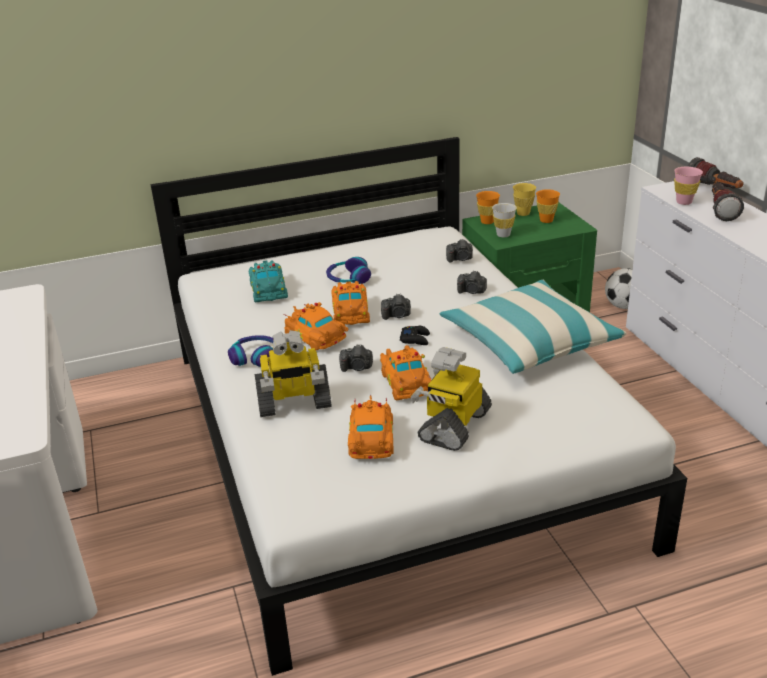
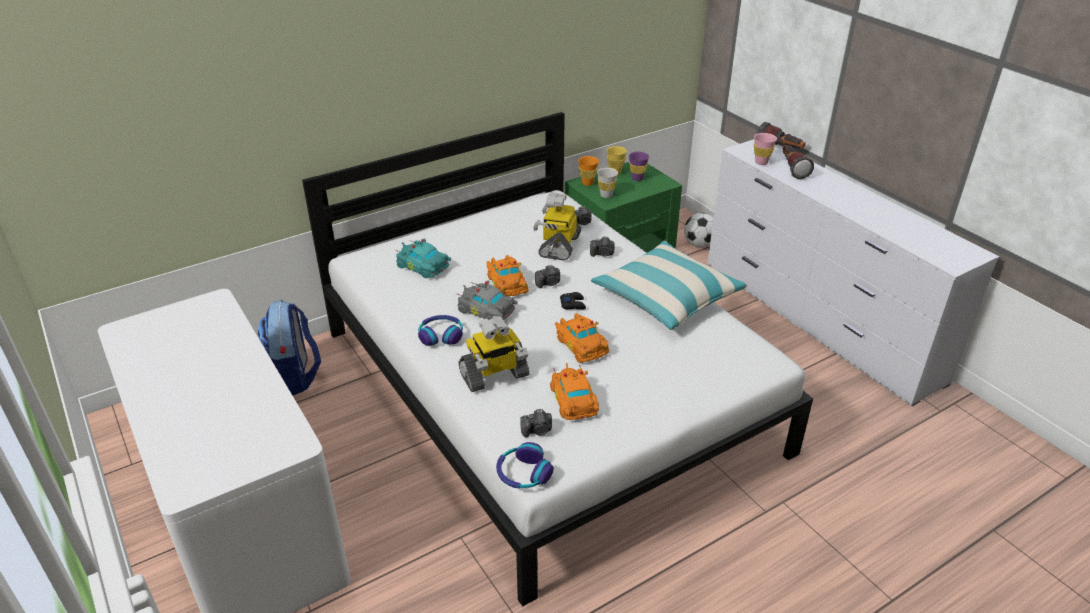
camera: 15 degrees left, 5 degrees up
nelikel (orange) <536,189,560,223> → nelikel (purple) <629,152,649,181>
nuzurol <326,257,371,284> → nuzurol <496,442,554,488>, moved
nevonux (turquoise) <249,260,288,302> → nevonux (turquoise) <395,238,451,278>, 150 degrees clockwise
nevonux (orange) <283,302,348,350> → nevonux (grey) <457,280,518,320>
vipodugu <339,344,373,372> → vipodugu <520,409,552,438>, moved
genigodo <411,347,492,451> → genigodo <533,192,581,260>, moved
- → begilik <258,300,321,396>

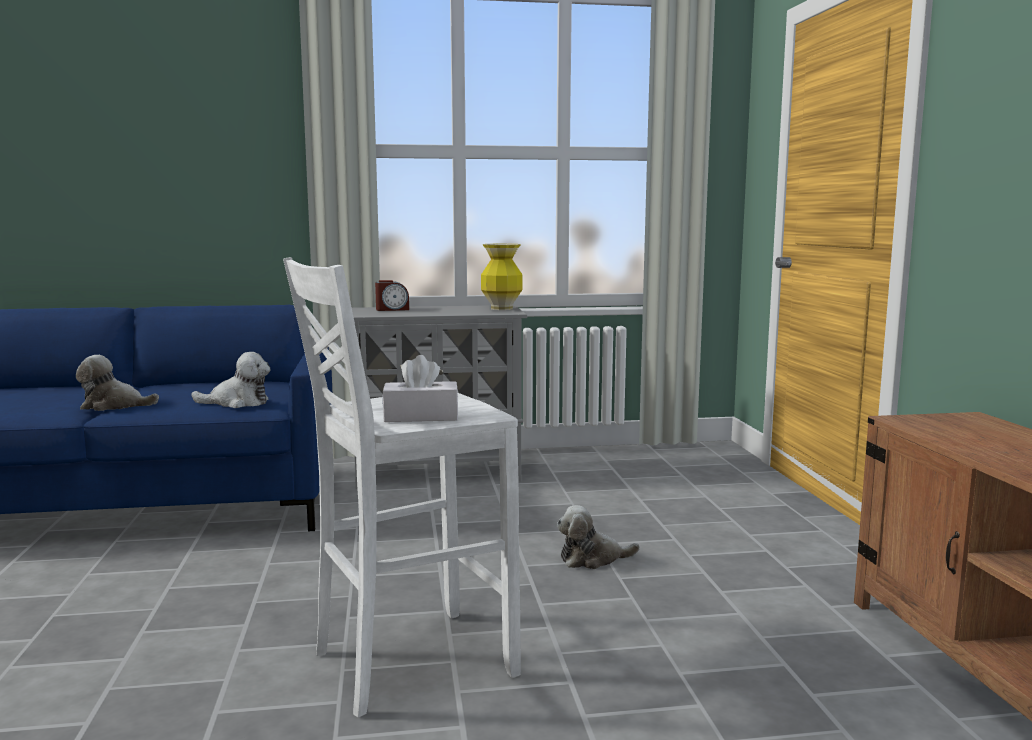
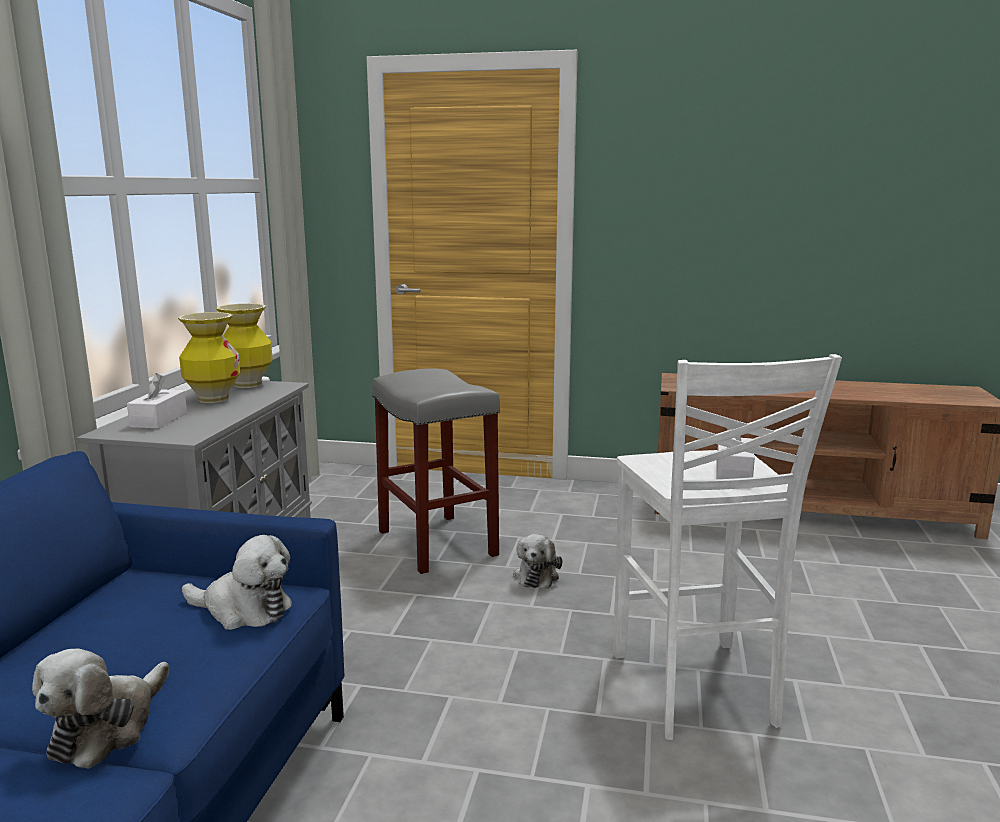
camera: 70 degrees left, 5 degrees up
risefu <375,280,409,311> → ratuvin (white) <127,373,187,429>
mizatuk <191,352,270,408> → mizatuk <182,535,292,630>, 90 degrees clockwise
- → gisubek <177,312,240,403>
- → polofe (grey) <372,368,500,574>

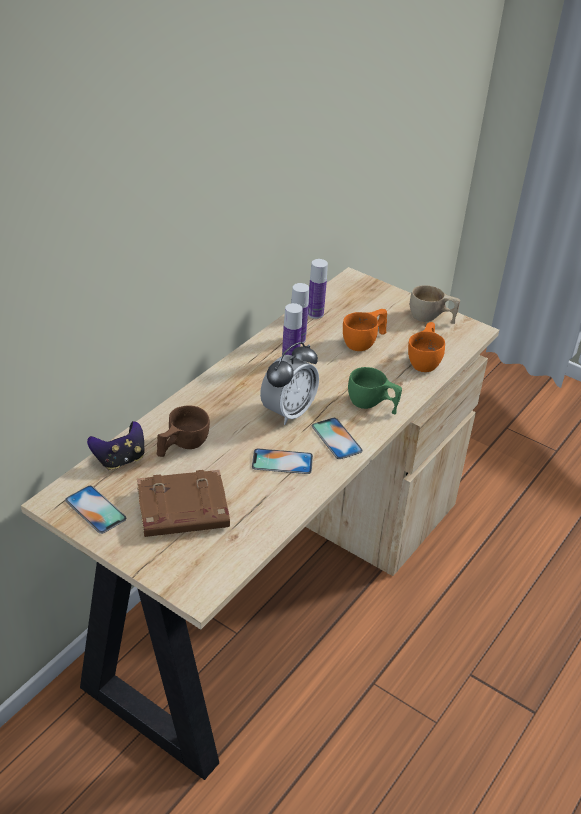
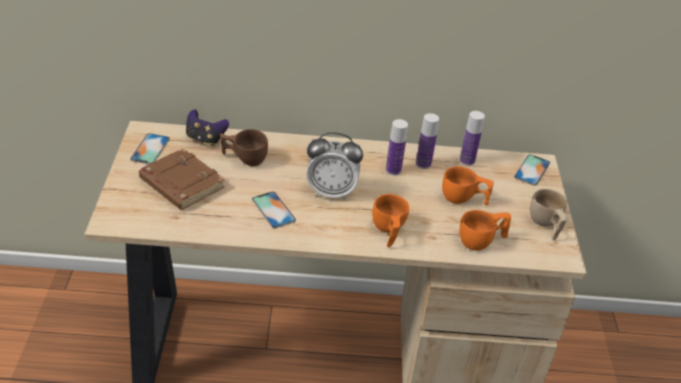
camera: 55 degrees right, 0 degrees up
nelikel (green) <348,367,402,414> → nelikel (orange) <372,194,410,247>
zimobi <312,418,363,459> → zimobi <514,154,550,186>, moved

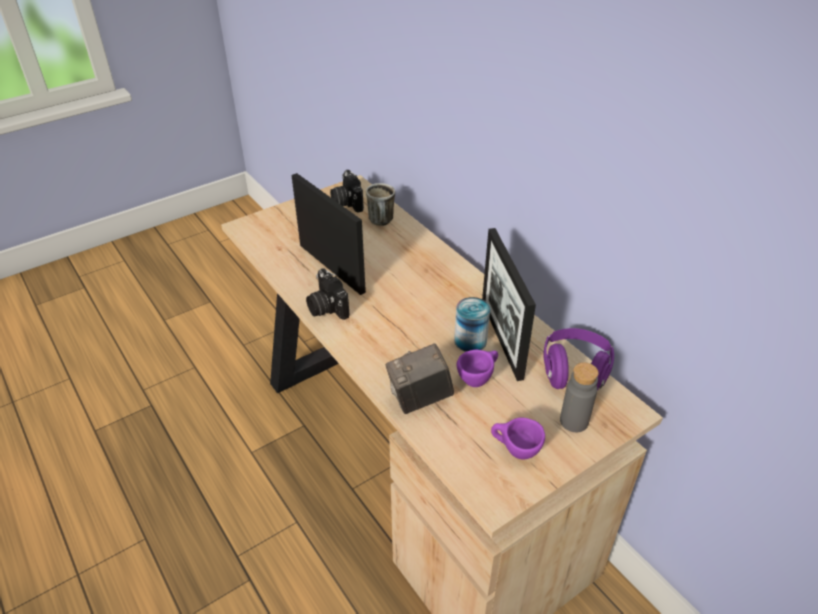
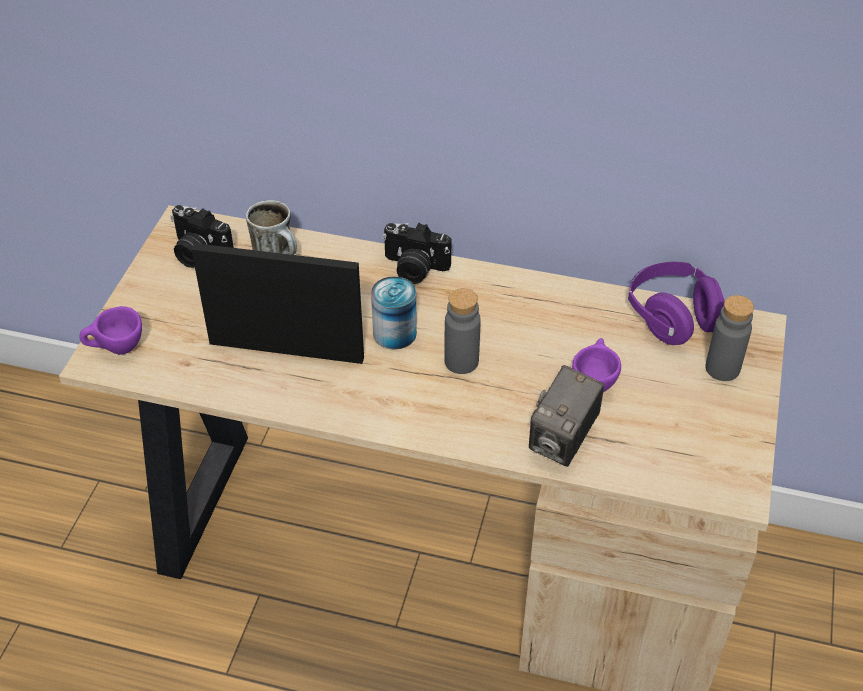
camera: 40 degrees left, 5 degrees up
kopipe <482,228,536,381> → -
vipodugu <306,268,349,320> → vipodugu <382,223,452,284>, moved
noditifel <454,297,490,352> → noditifel <371,276,417,350>, moved
nelikel (purple) <491,418,545,459> → nelikel (purple) <79,306,142,355>, moved
- → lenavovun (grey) <444,288,481,374>

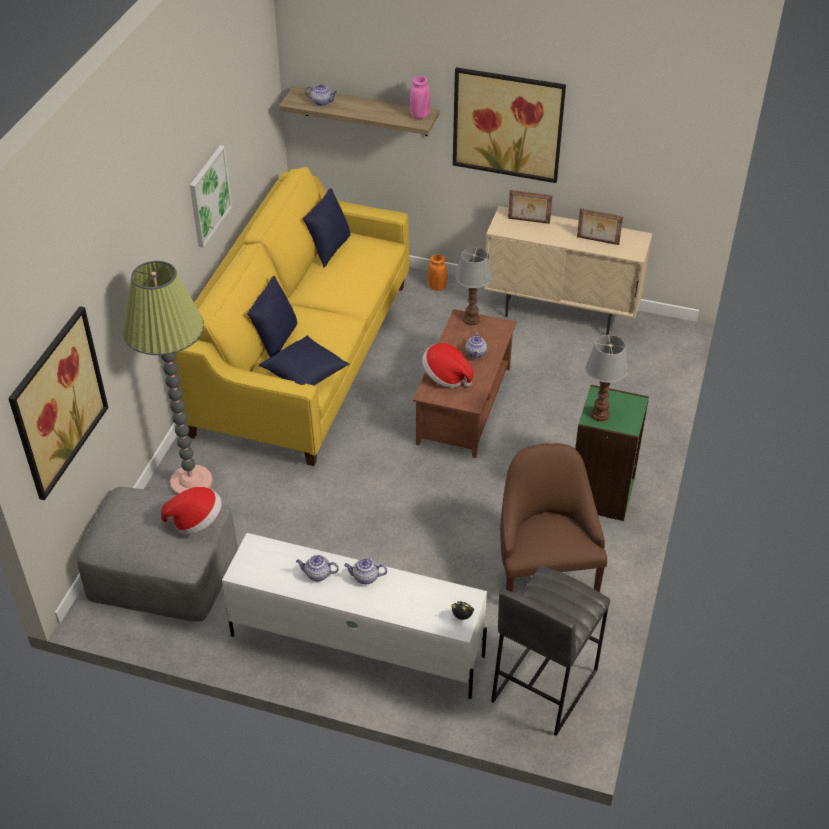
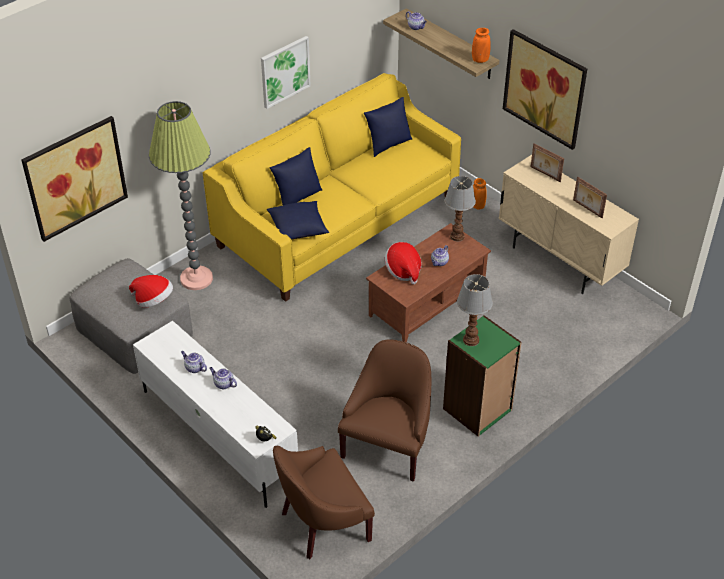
camera: 30 degrees right, 0 degrees up
gisubek (pink) <410,76,431,119> → gisubek (orange) <472,28,490,63>
polofe (grey) <491,565,610,736> → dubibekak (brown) <273,446,375,559>

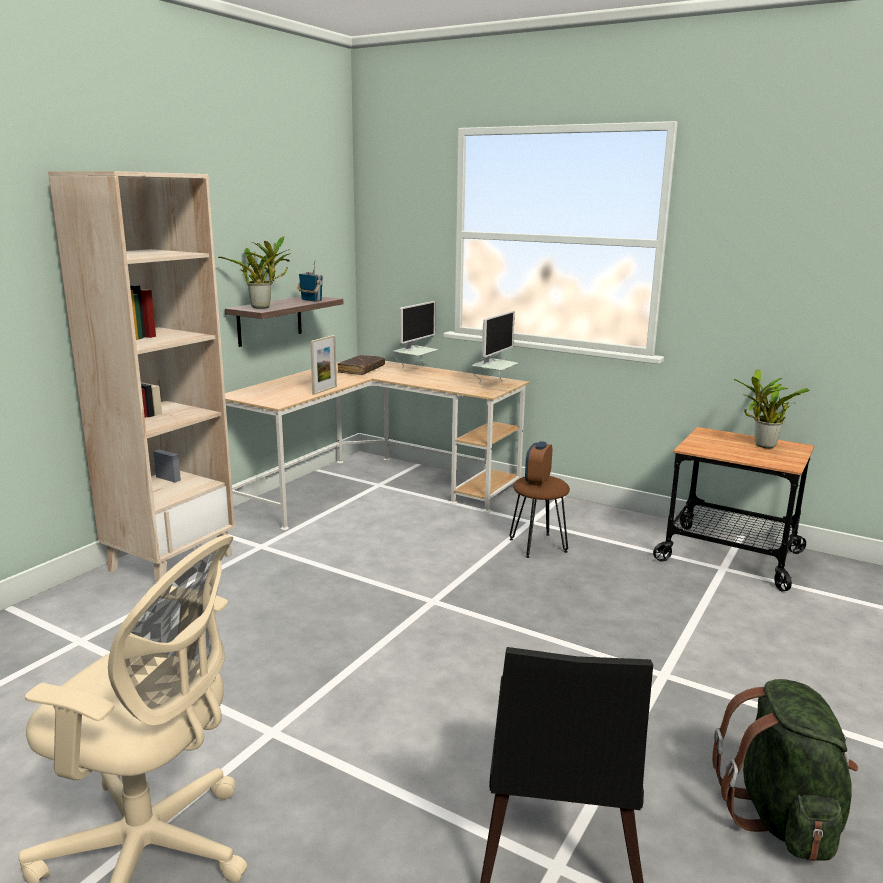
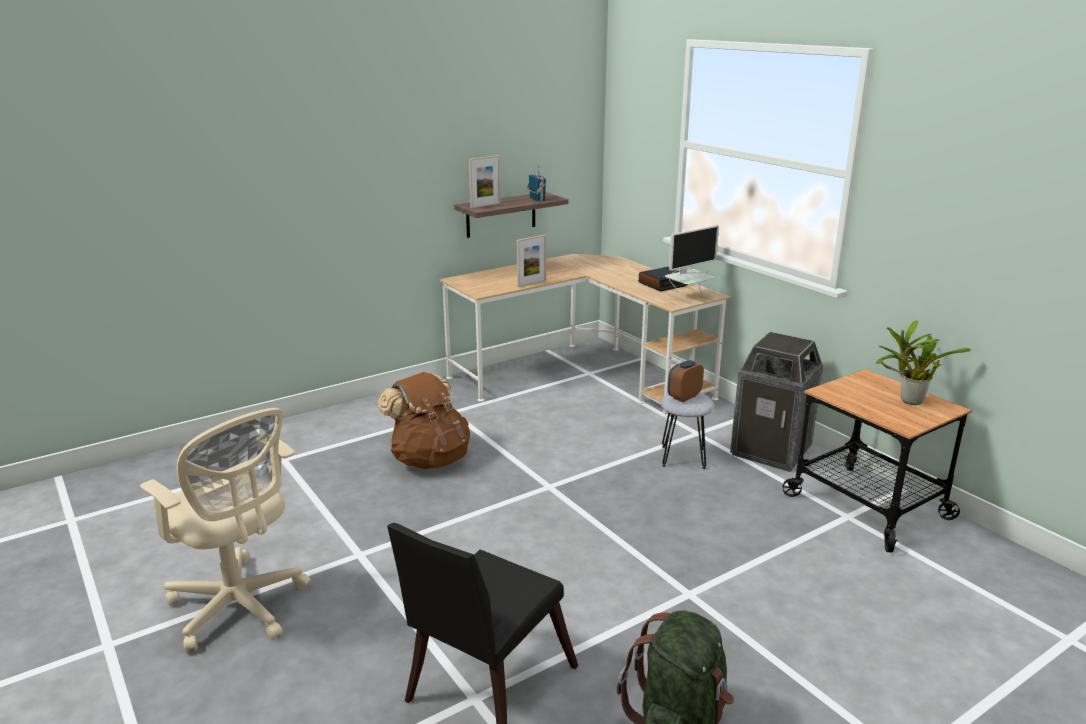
camera: 25 degrees right, 5 degrees up
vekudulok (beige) <48,171,235,583> → -
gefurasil <218,236,291,309> → kopipe <469,155,501,208>
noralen <393,301,438,368> → -
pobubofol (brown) <337,355,385,375> → -
polofe (brown) <509,476,570,558> → polofe (grey) <660,393,714,469>
- → risefu <639,267,687,292>
- → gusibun <730,332,823,472>
- → begilik (brown) <378,372,470,469>

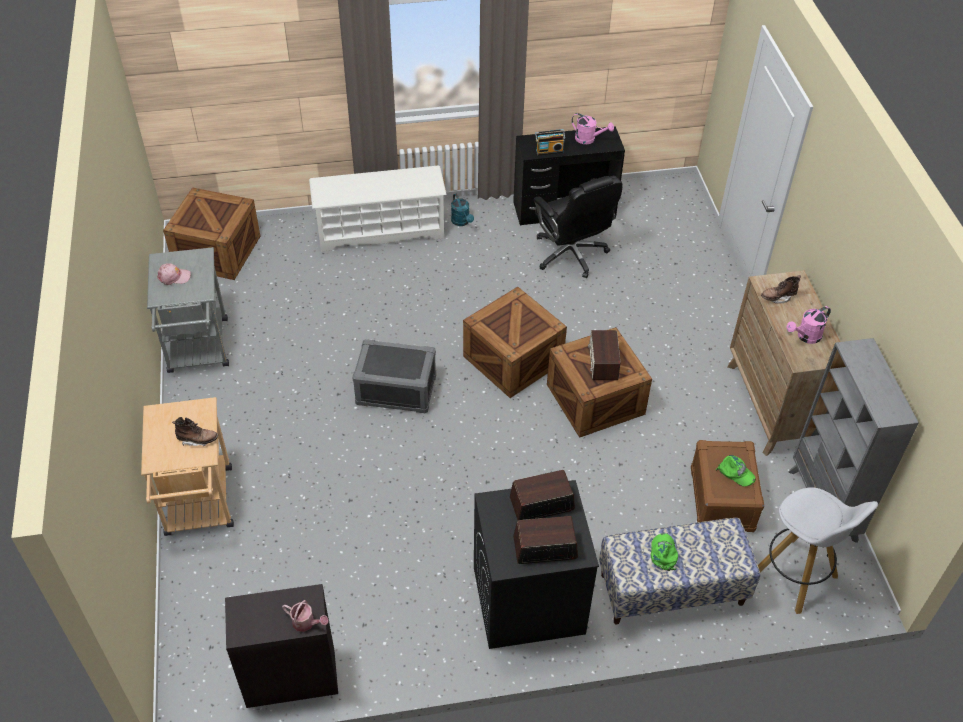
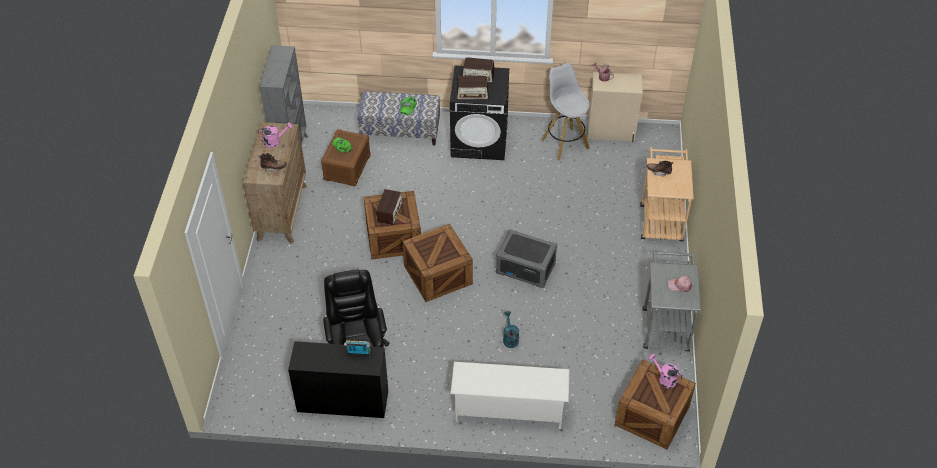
camera: 165 degrees left, 0 degrees up
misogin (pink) <572,113,614,144> → misogin (pink) <649,354,682,388>, moved
misogin (turquoise) <451,194,474,226> → misogin (turquoise) <503,311,519,348>, moved
polofe (white) <758,487,878,614> → polofe (white) <541,63,590,160>, moved
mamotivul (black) <225,584,338,708> → mamotivul (beige) <588,72,643,142>

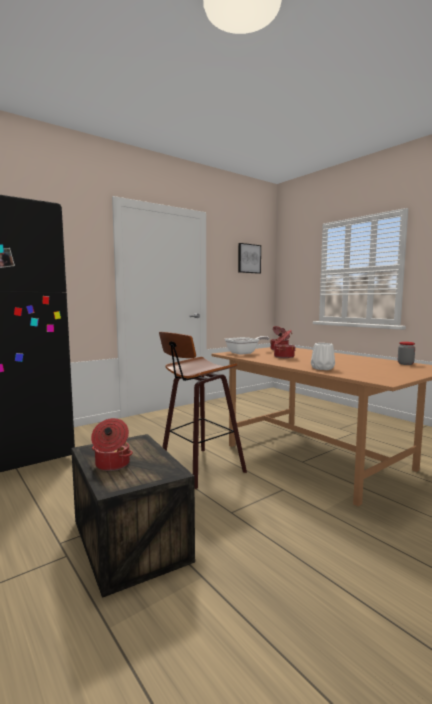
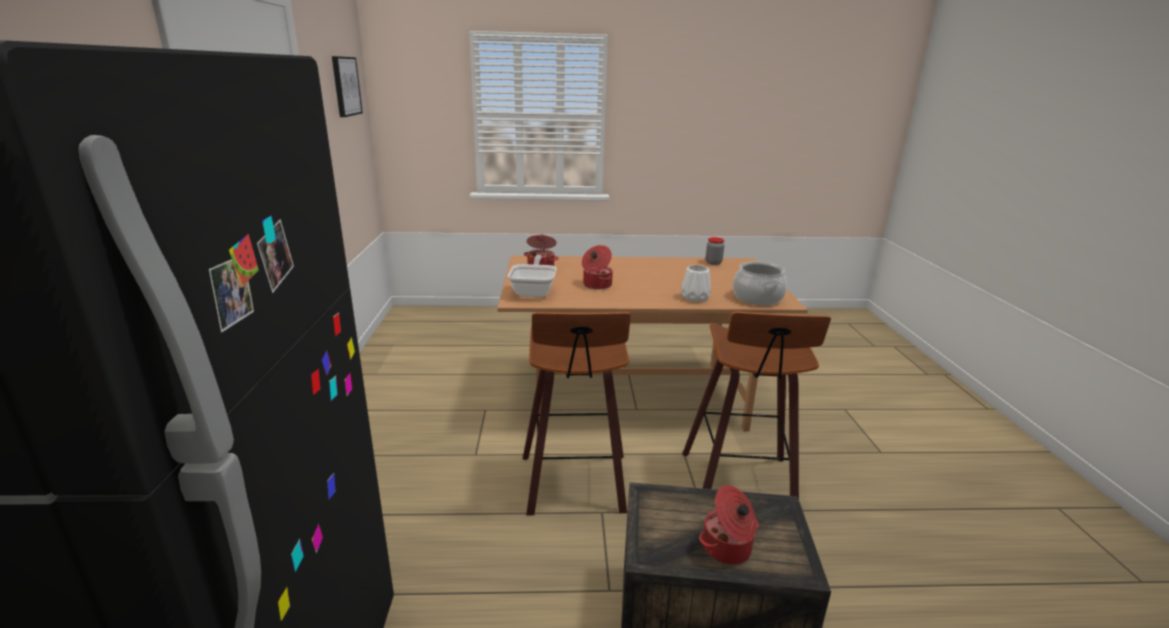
camera: 55 degrees left, 15 degrees up
- → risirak <733,262,787,306>
- → polofe <682,312,831,499>

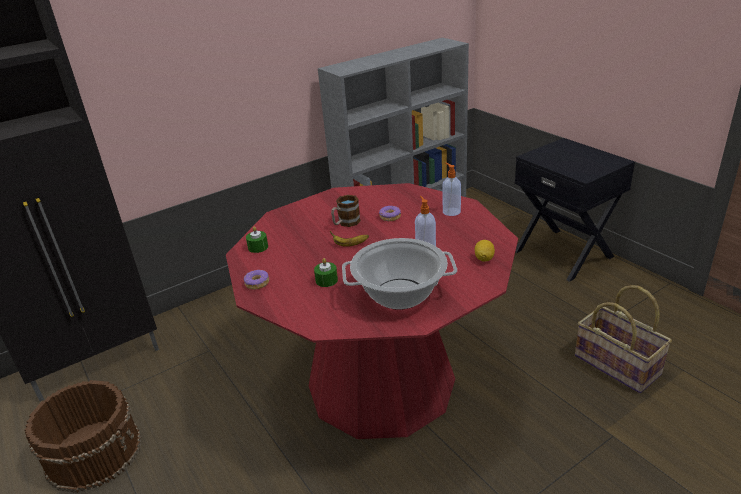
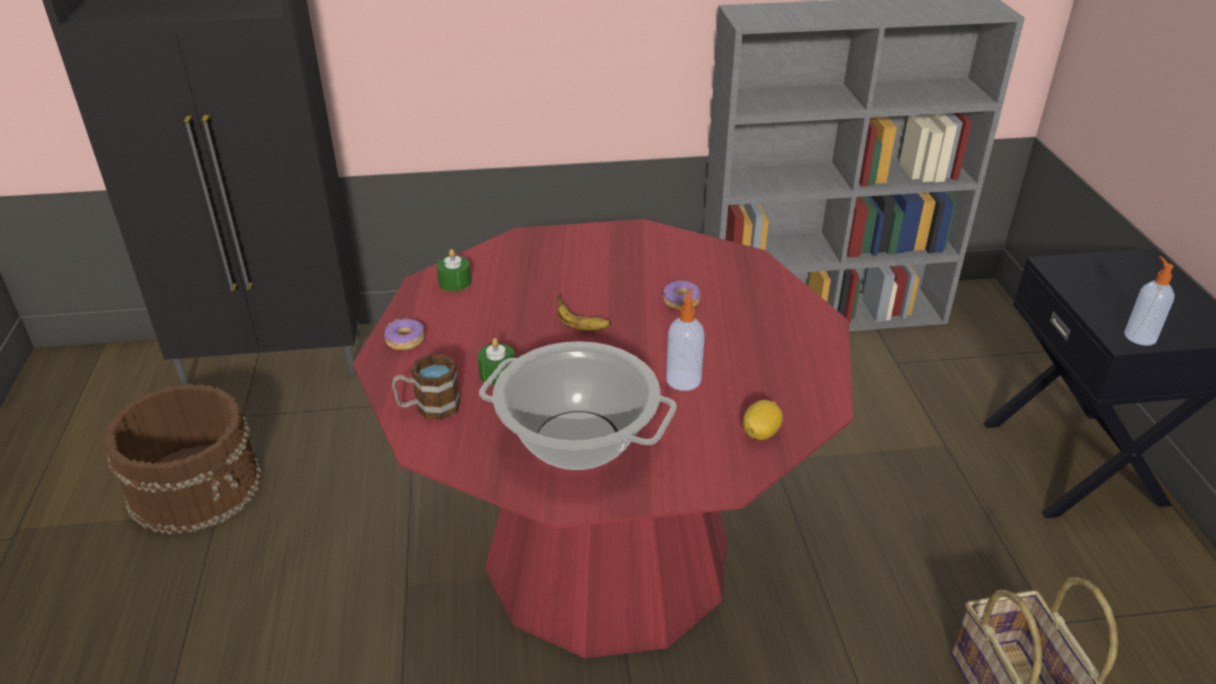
camera: 25 degrees right, 5 degrees up
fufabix <442,163,461,216> → fufabix <1124,256,1175,346>, moved
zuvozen <331,195,361,227> → zuvozen <392,354,461,420>, moved

